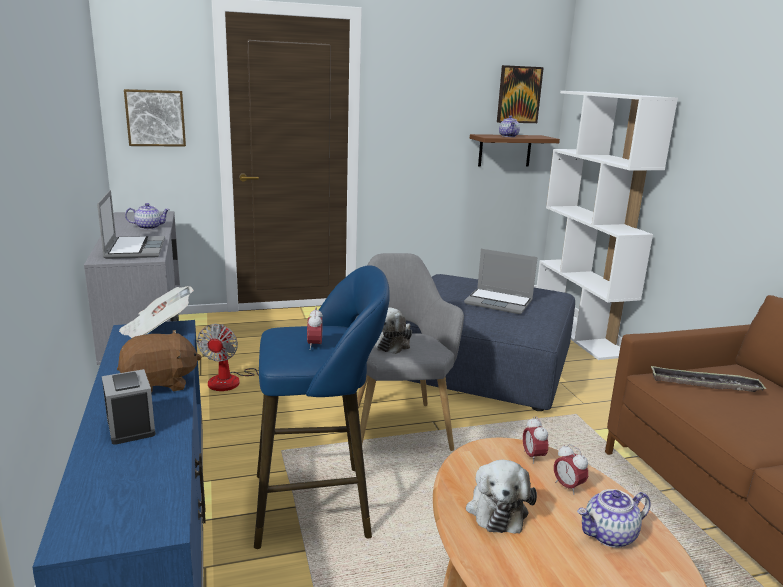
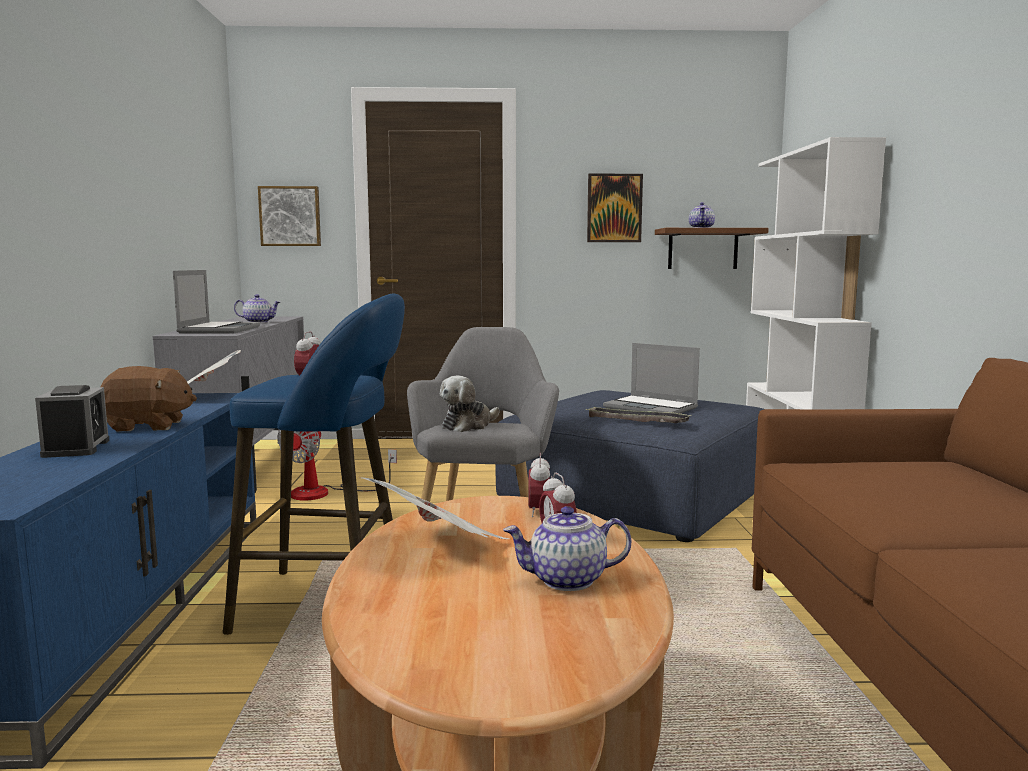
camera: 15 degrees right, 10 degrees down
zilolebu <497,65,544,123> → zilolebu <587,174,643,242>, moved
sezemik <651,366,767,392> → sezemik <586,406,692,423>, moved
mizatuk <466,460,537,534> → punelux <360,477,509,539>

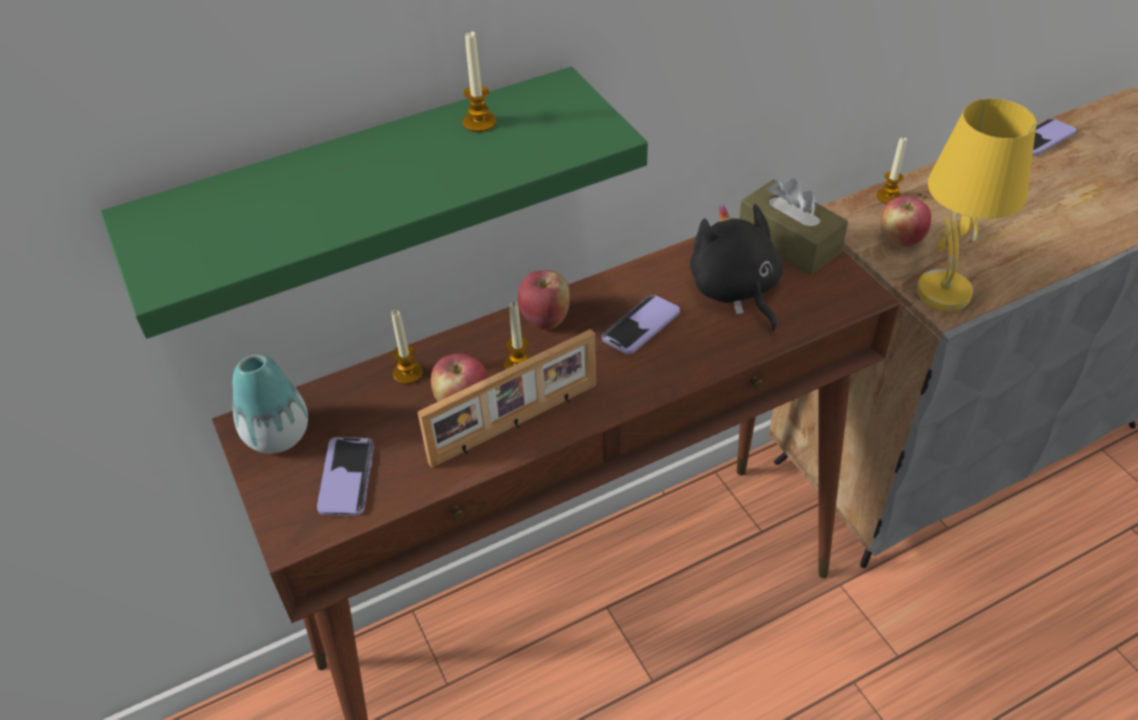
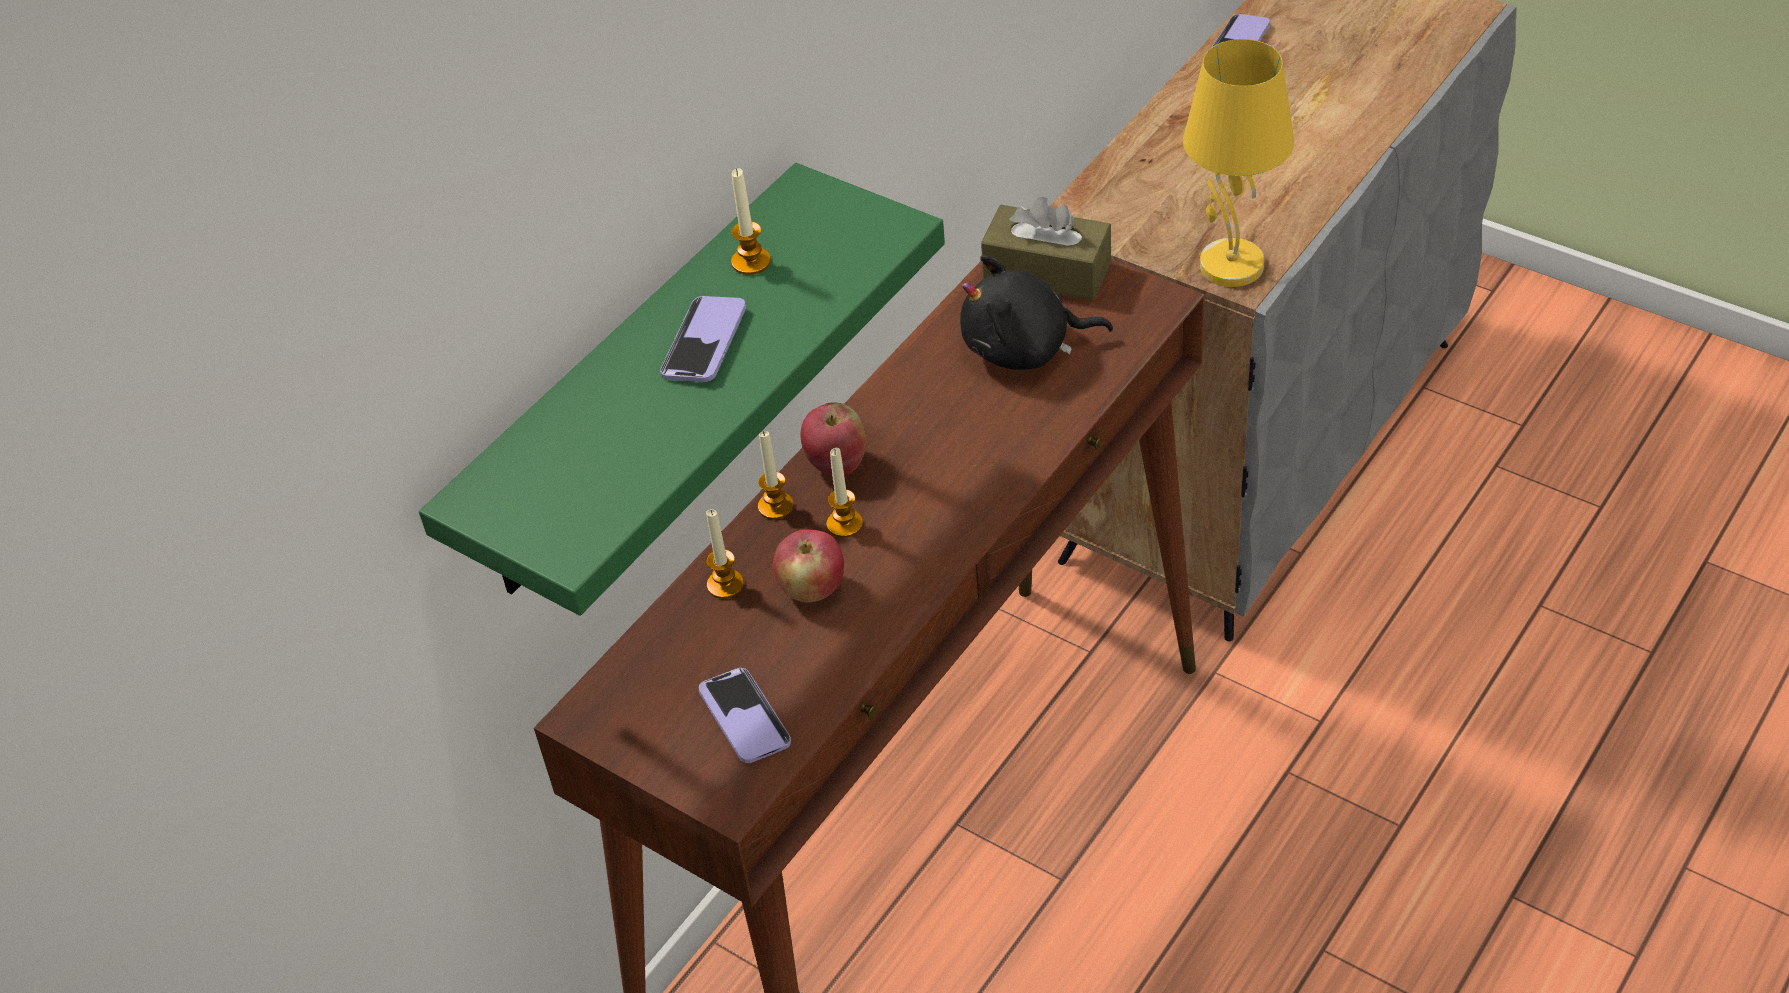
camera: 25 degrees left, 0 degrees up
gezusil <877,137,907,204> → gezusil <758,431,794,520>, moved
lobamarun <881,196,931,247> → -
mizatuk (black) <690,204,783,332> → mizatuk (black) <960,255,1113,370>, 45 degrees counterclockwise
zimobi <602,295,680,354> → zimobi <660,296,746,382>, moved
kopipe <418,329,596,468> → -
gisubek <232,354,308,454> → -

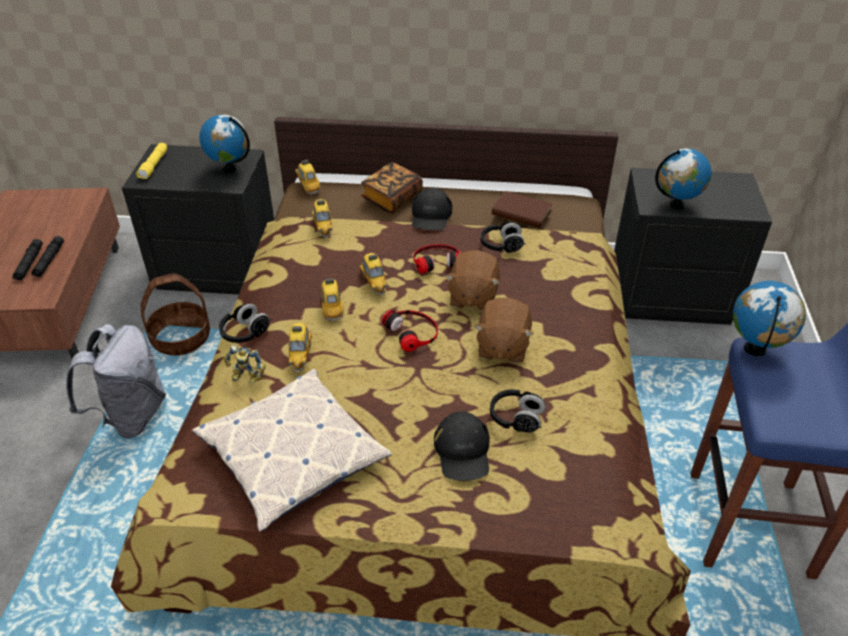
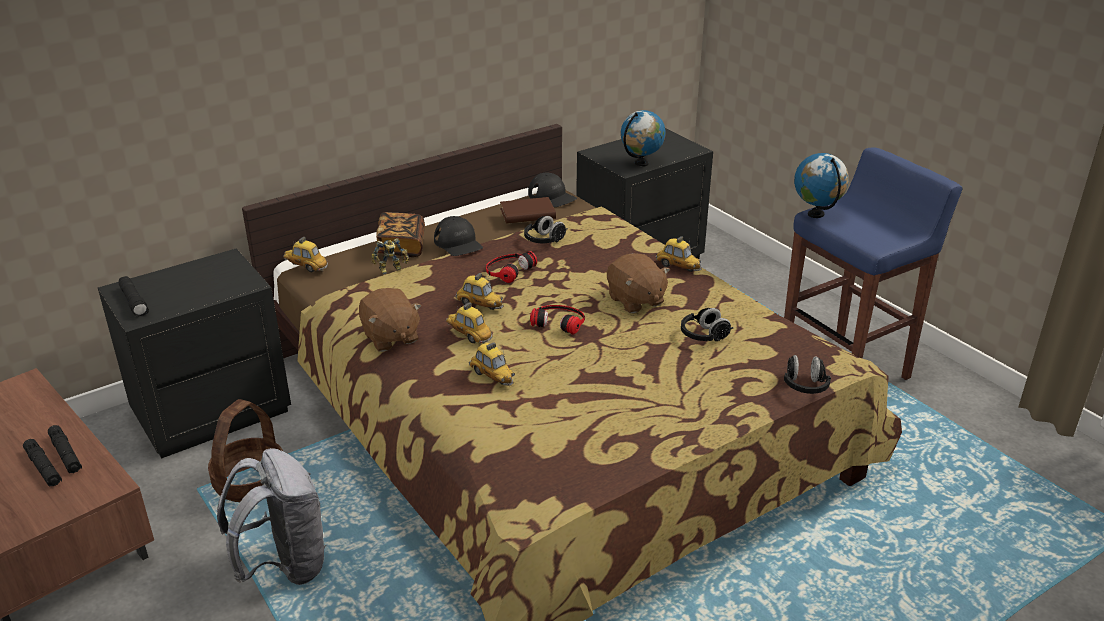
camera: 40 degrees left, 10 degrees down
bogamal <199,115,250,173> → -
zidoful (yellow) <136,143,167,179> → zidoful (black) <119,276,149,316>
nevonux <312,199,332,238> → nevonux <656,236,702,272>, moved
mizatuk (brown) <445,250,500,311> → mizatuk (brown) <359,288,422,352>, moved
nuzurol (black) <219,304,272,343> → nuzurol (black) <784,355,831,394>, moved
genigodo <224,345,266,383> → genigodo <371,238,409,274>, moved
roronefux <192,369,392,532> → -
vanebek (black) <434,412,490,481> → vanebek (black) <528,173,577,207>, moved

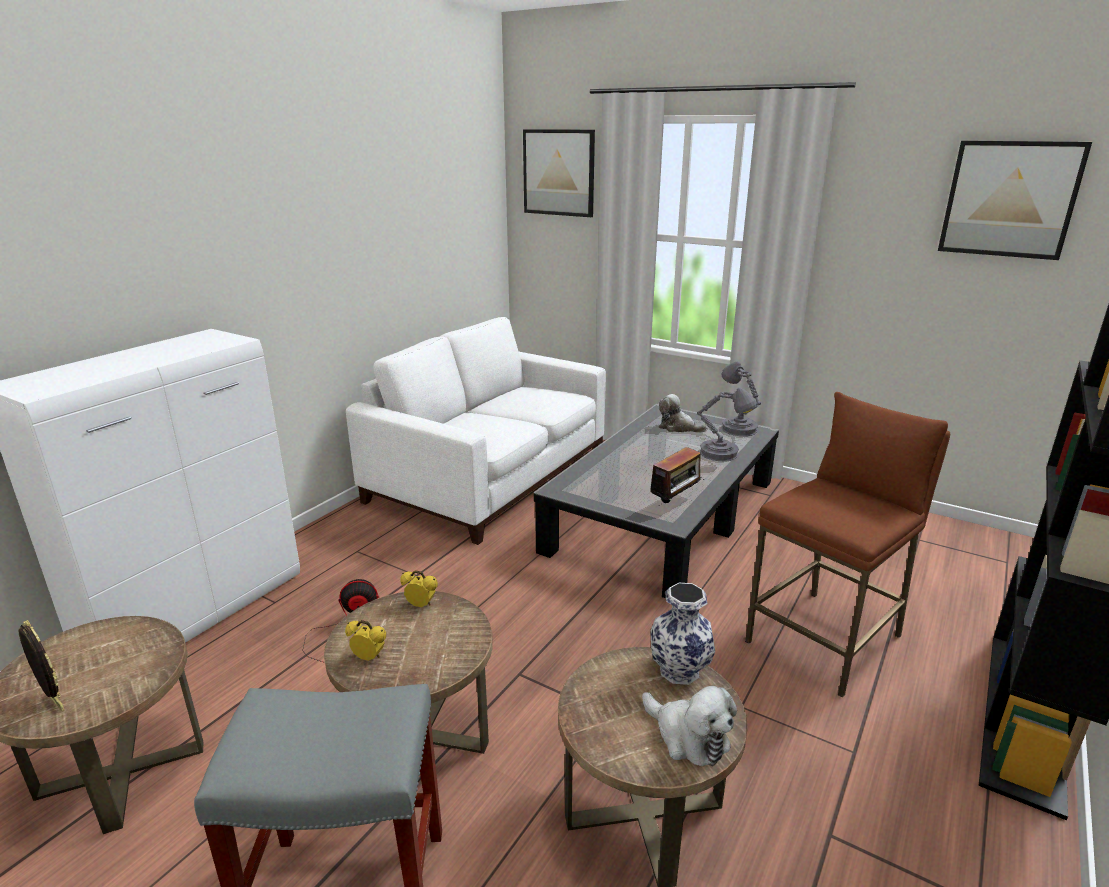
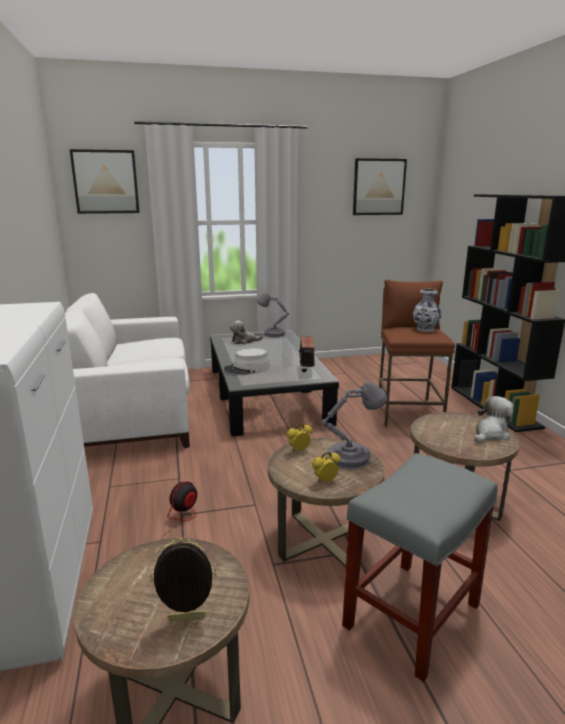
camera: 45 degrees left, 5 degrees down
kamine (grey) <697,388,757,461> → kamine (grey) <322,382,387,470>, moved
gisubek <650,583,715,685> → gisubek <413,289,441,332>, moved
mizatuk <642,686,737,766> → mizatuk <474,396,514,443>, 45 degrees counterclockwise
- → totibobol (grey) <224,348,270,375>

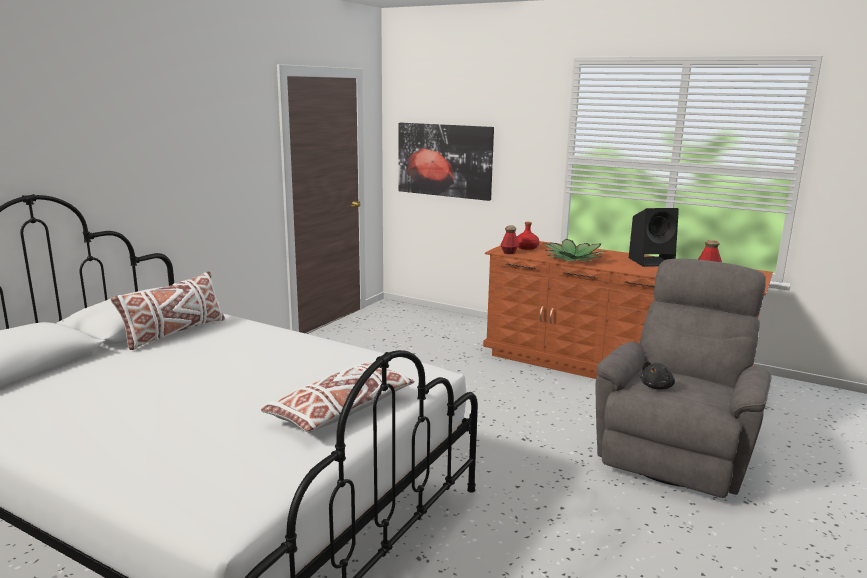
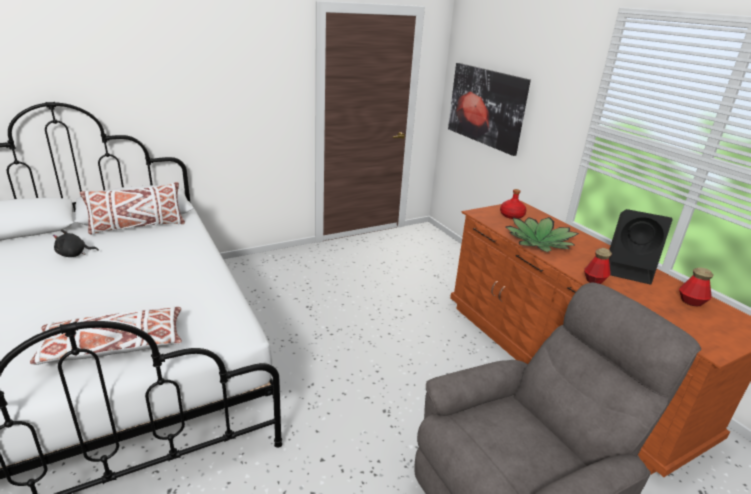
camera: 30 degrees right, 10 degrees up
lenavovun <501,225,519,254> → lenavovun <584,248,612,284>, moved
mizatuk (black) <640,361,675,389> → mizatuk (black) <53,229,99,257>, moved

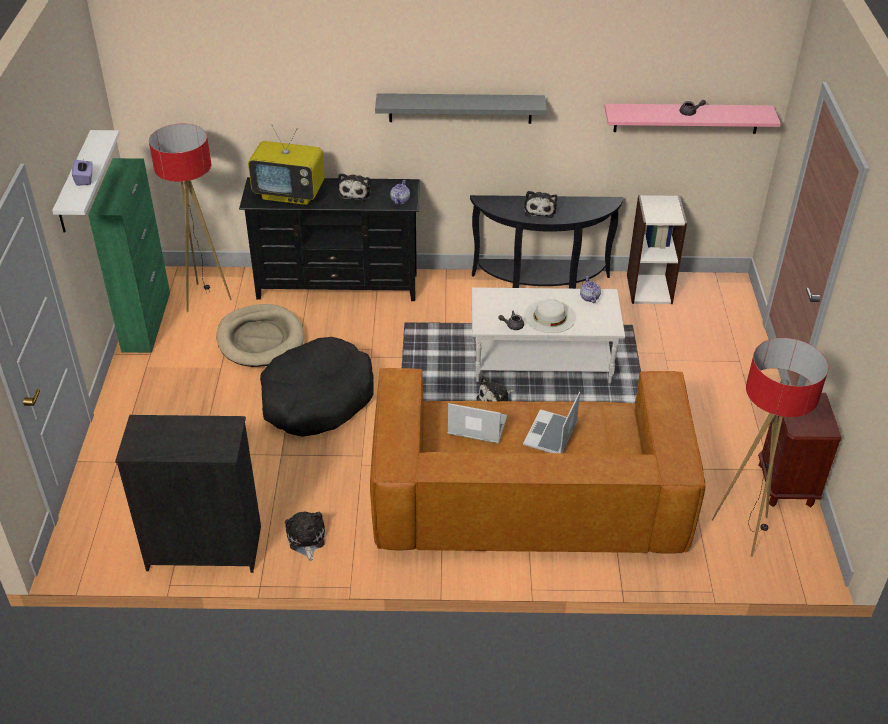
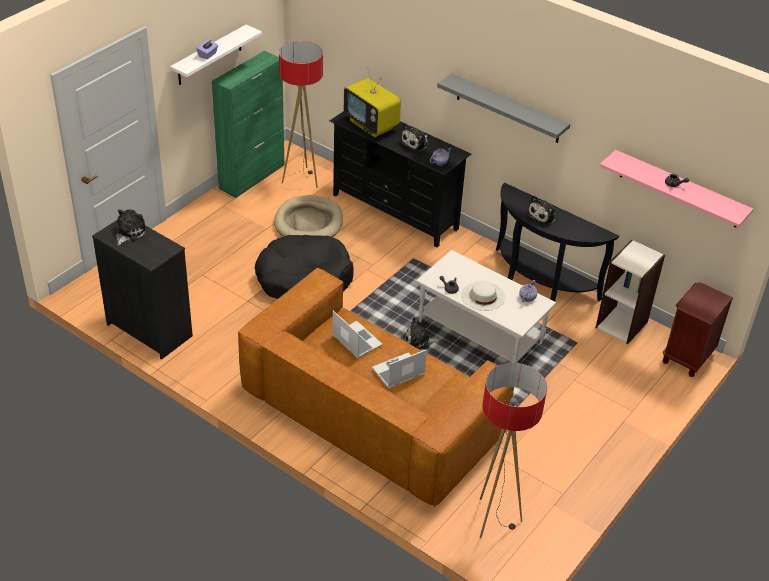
camera: 35 degrees right, 0 degrees up
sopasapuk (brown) <758,393,842,507> → sopasapuk (brown) <663,282,733,377>, moved
mizatuk <285,511,325,561> → mizatuk <114,209,147,245>, moved

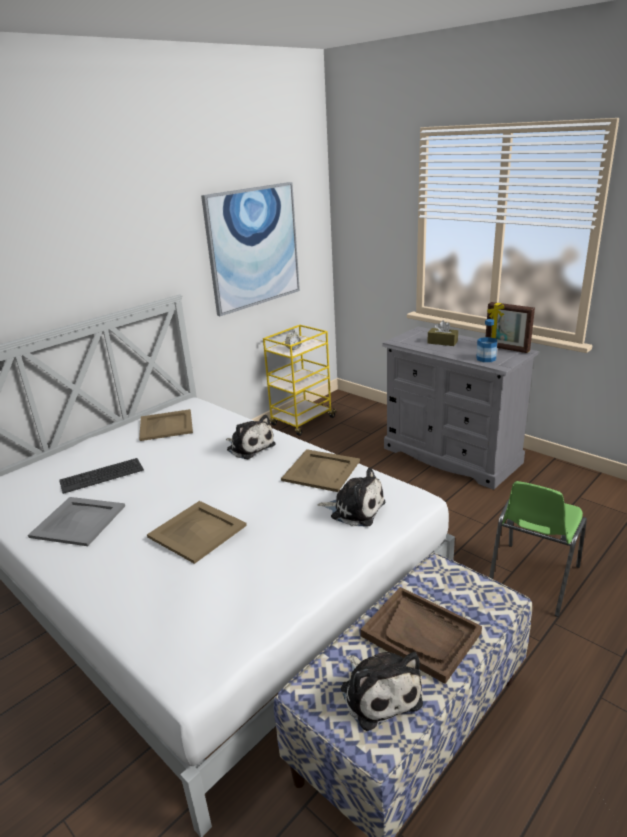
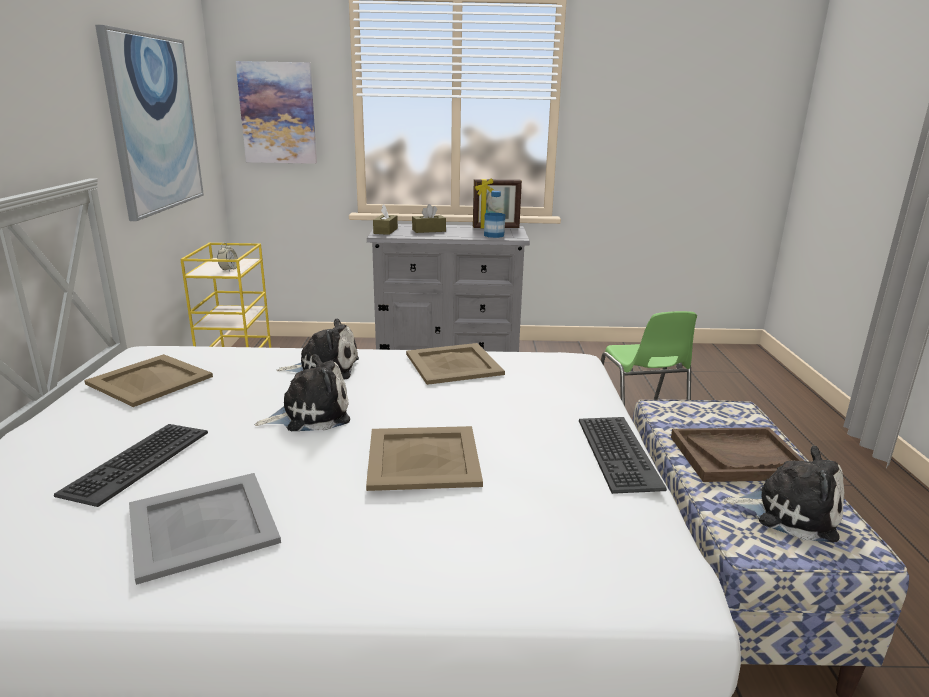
camera: 45 degrees left, 5 degrees down
mizatuk <317,468,385,527> → mizatuk <254,354,350,431>, moved
- → zilolebu <235,61,317,164>
- → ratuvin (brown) <373,204,398,235>
- → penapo <579,417,667,494>

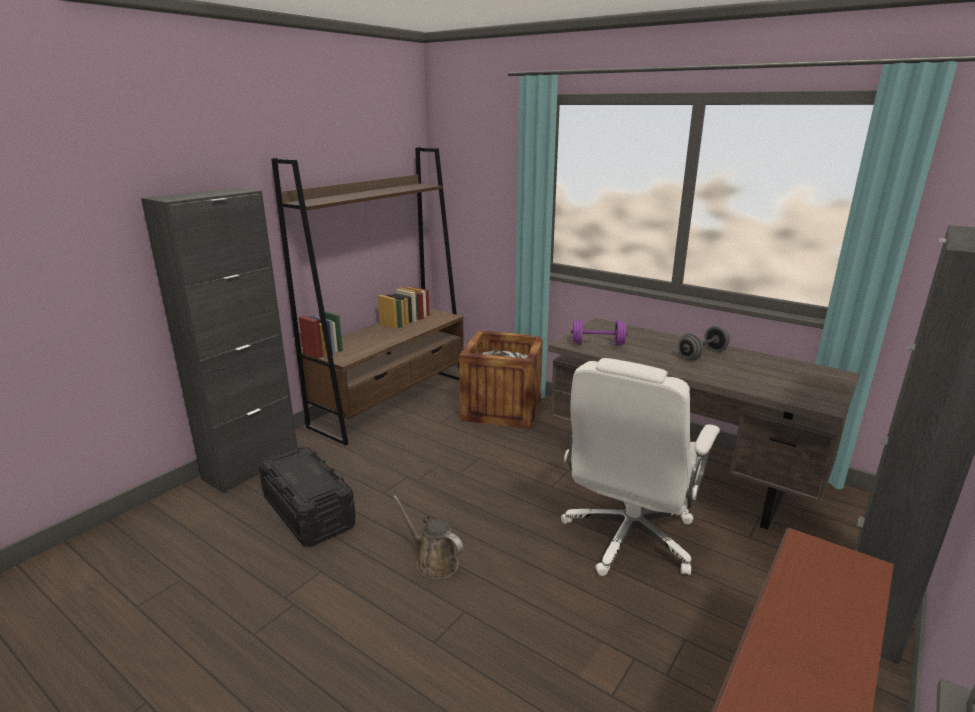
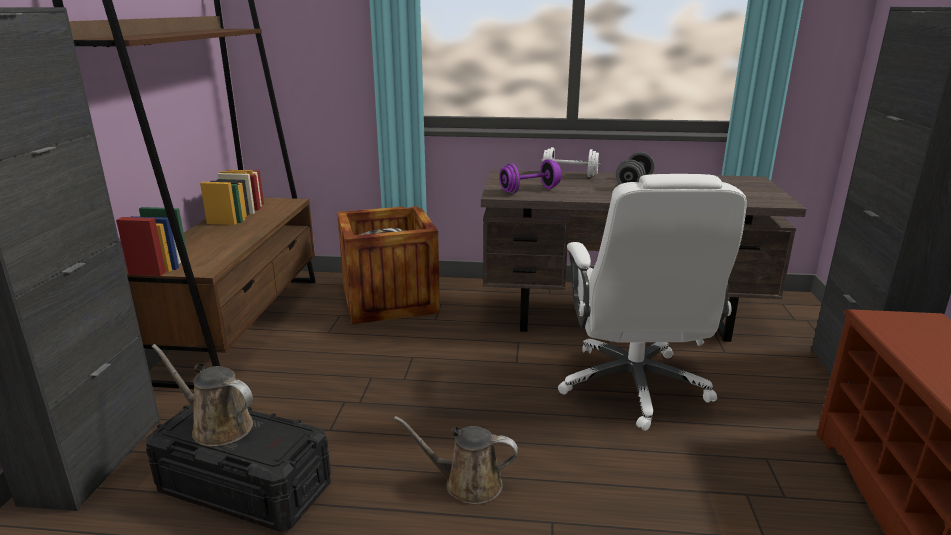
camera: 30 degrees left, 0 degrees up
- → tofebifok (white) <541,147,601,177>
- → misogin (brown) <151,344,253,447>

